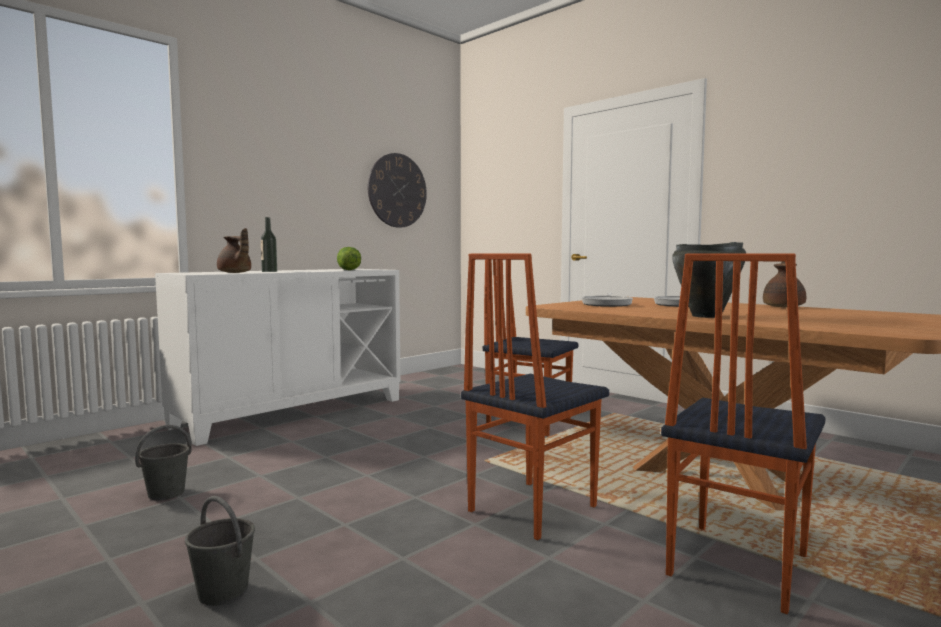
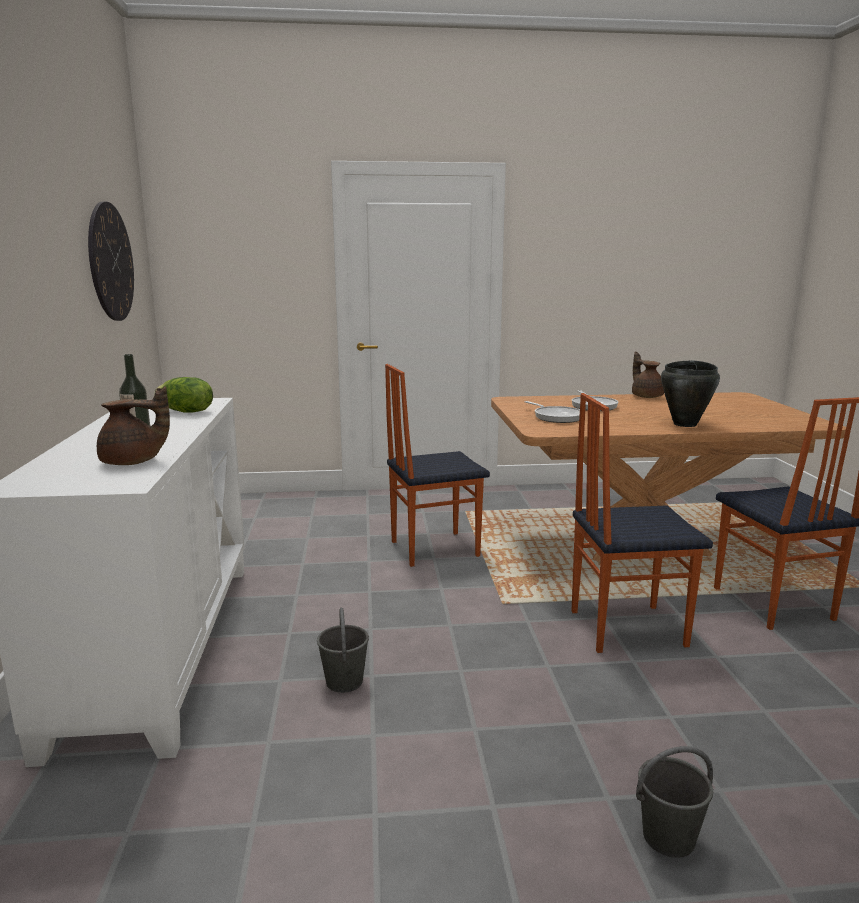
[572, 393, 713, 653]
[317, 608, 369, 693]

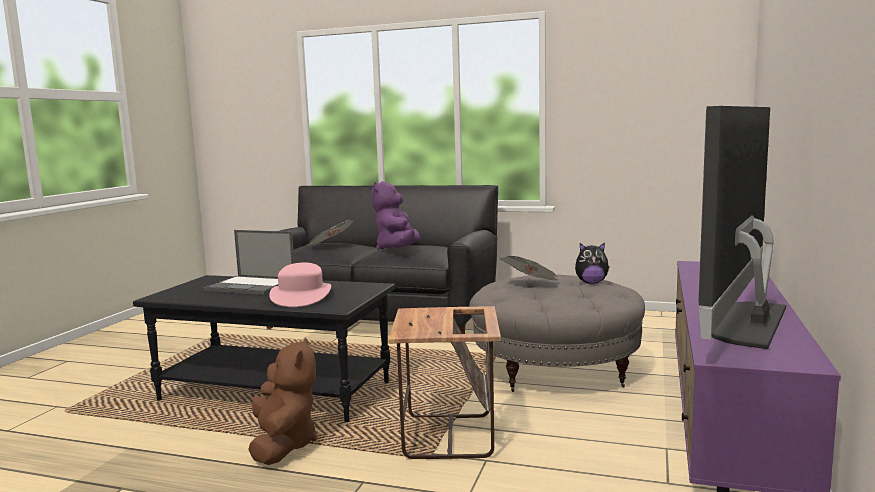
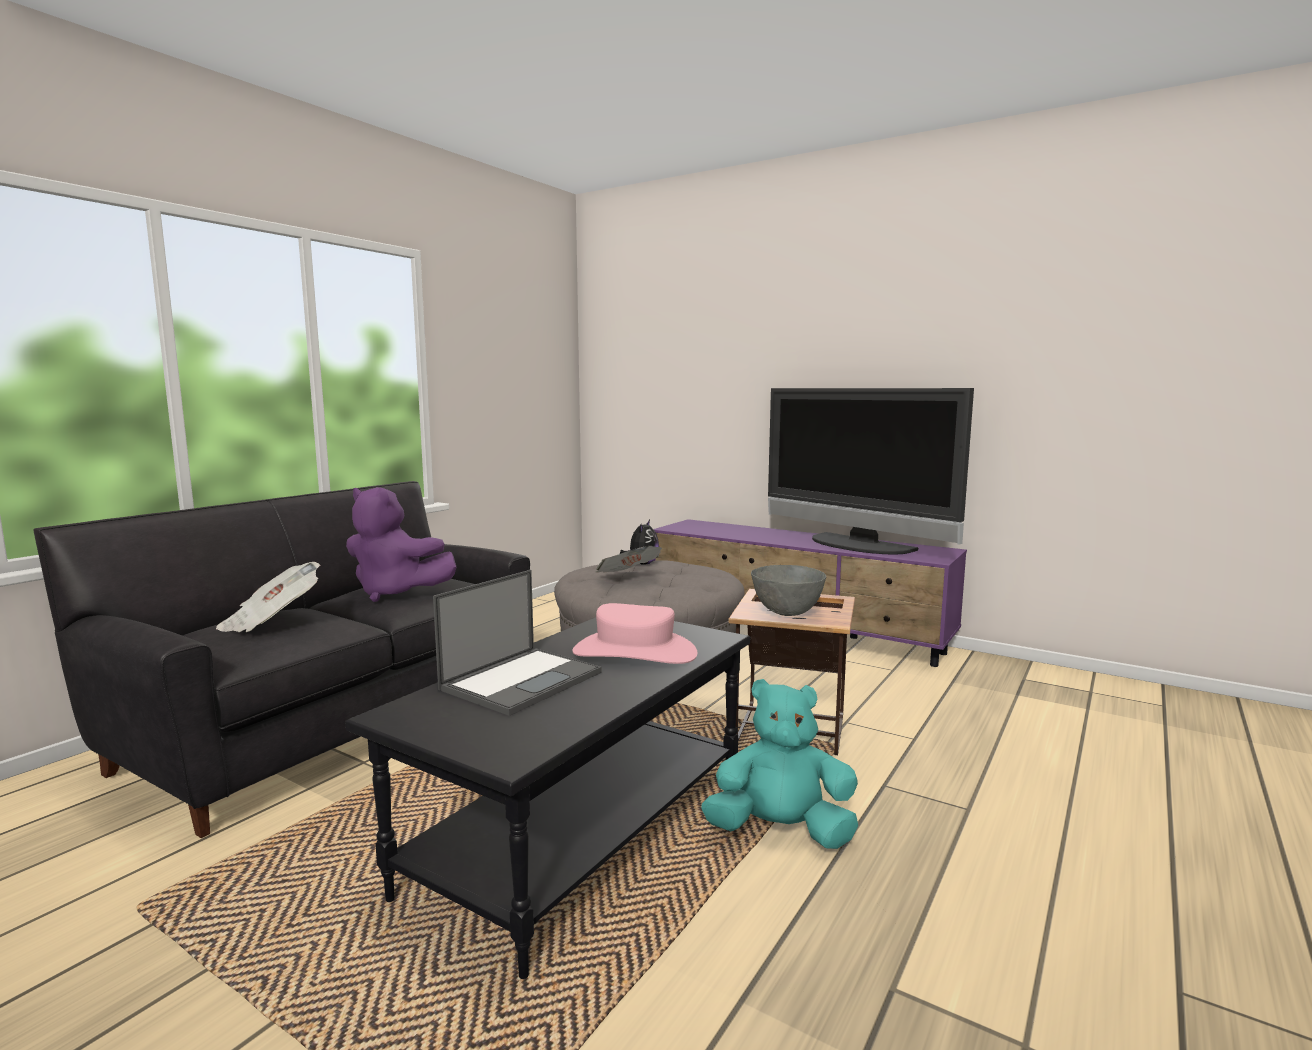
[701, 679, 858, 849]
[751, 565, 826, 616]

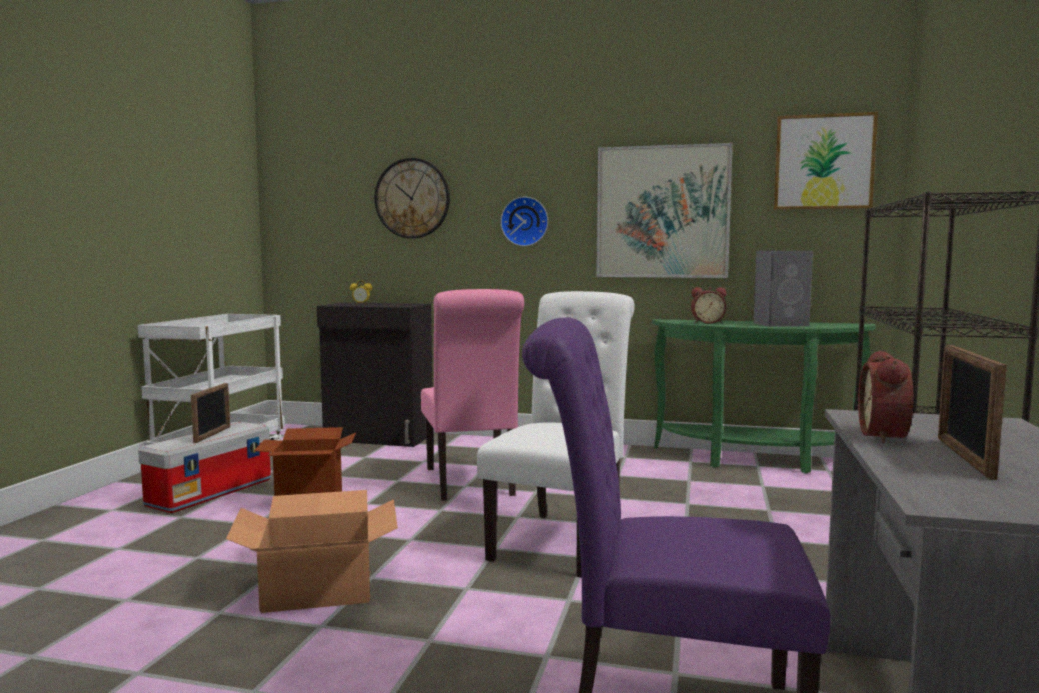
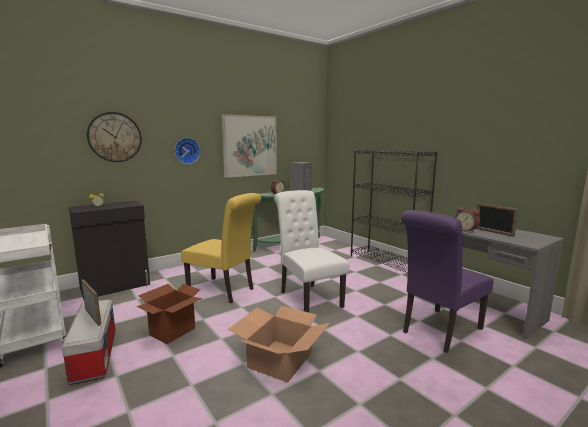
[773, 112, 878, 210] (first image)
[181, 193, 261, 303]

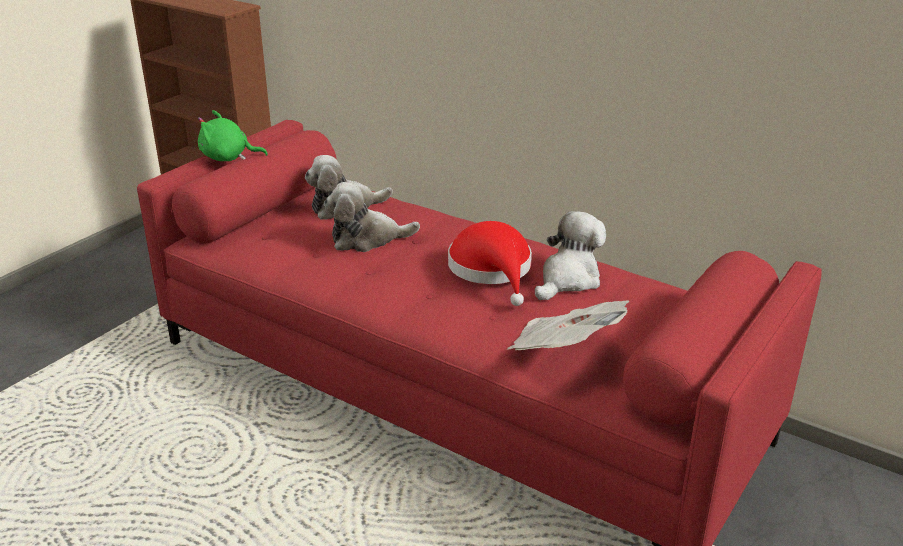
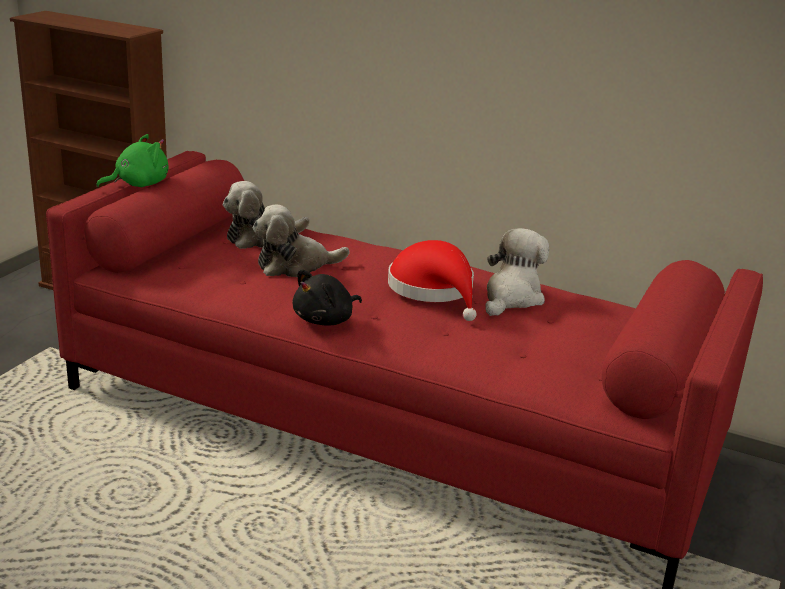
[96, 134, 169, 187]
[506, 300, 629, 350] (first image)
[292, 269, 362, 326]

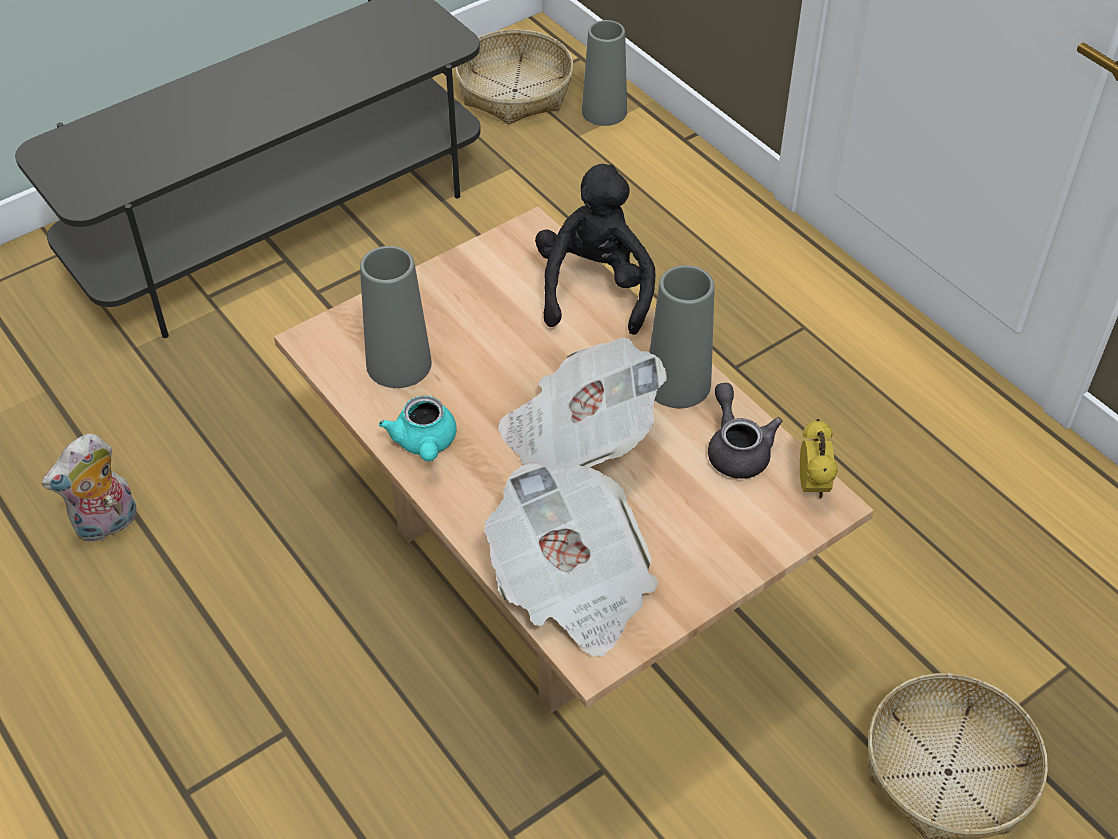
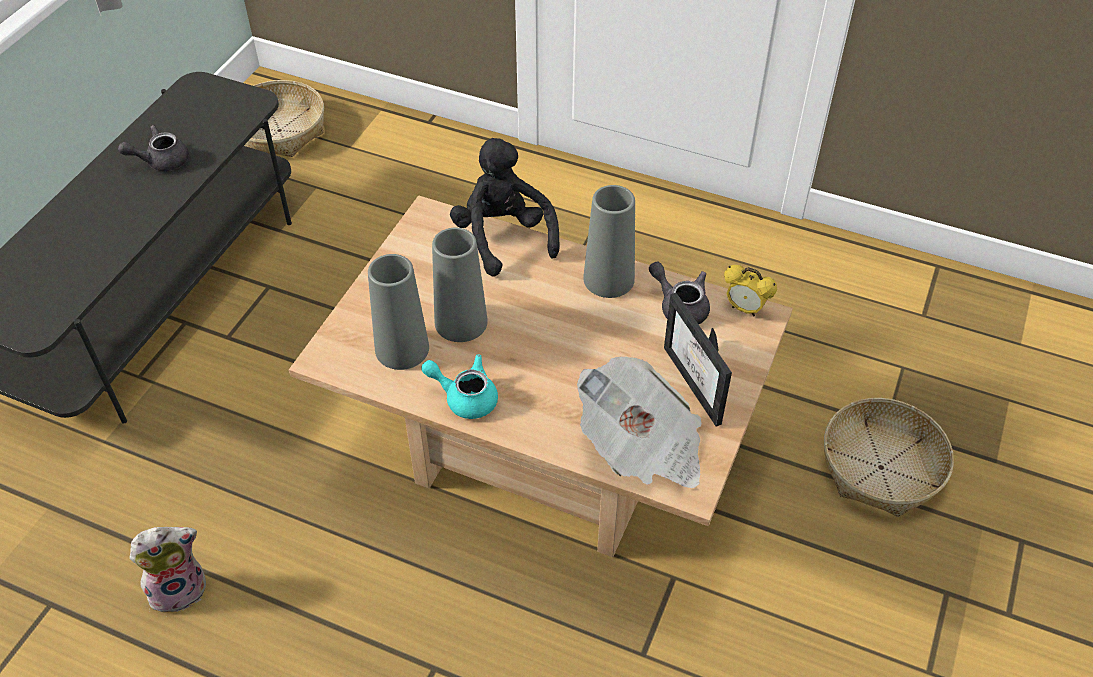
[432, 228, 488, 342]
[498, 338, 667, 469] (first image)
[421, 354, 498, 419]
[724, 265, 777, 317]
[129, 527, 206, 615]
[118, 125, 189, 171]
[664, 293, 732, 426]

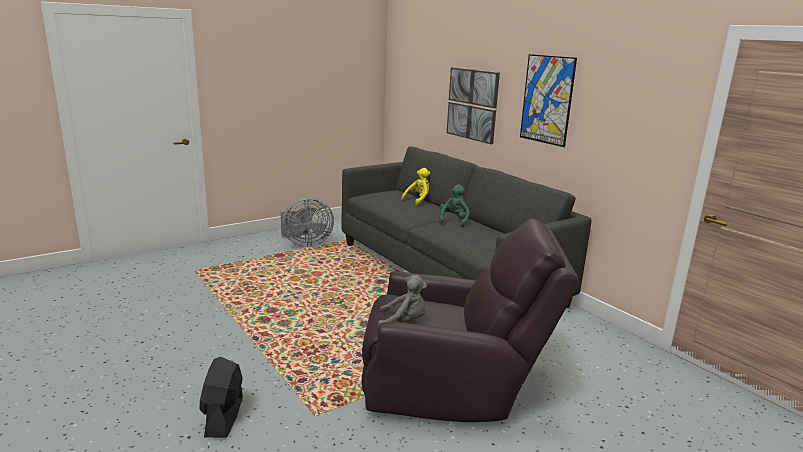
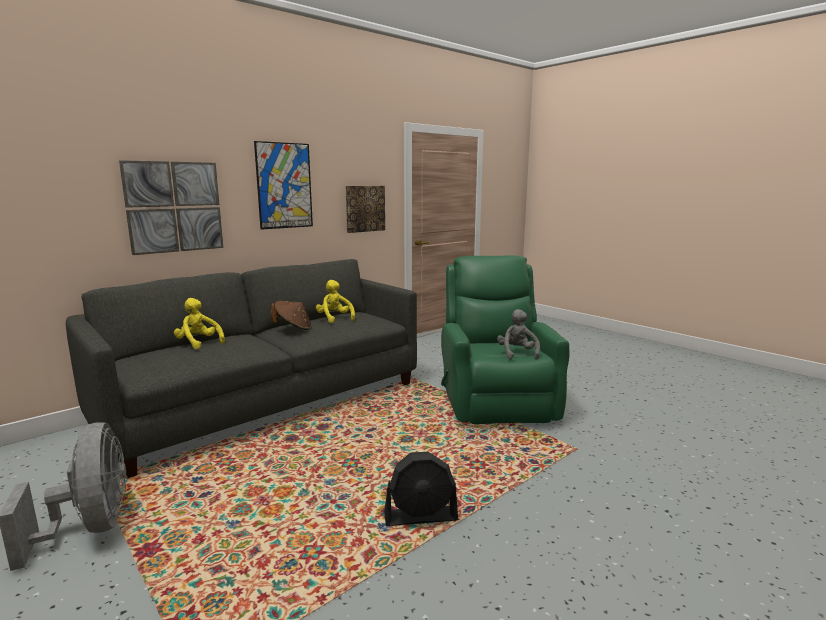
[271, 301, 312, 330]
[441, 256, 570, 424]
[384, 452, 458, 526]
[345, 186, 385, 233]
[316, 280, 355, 323]

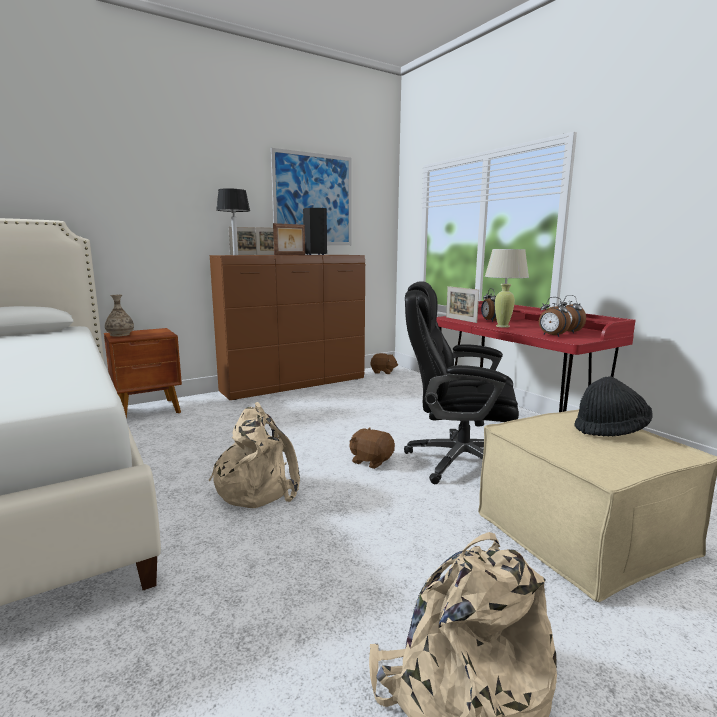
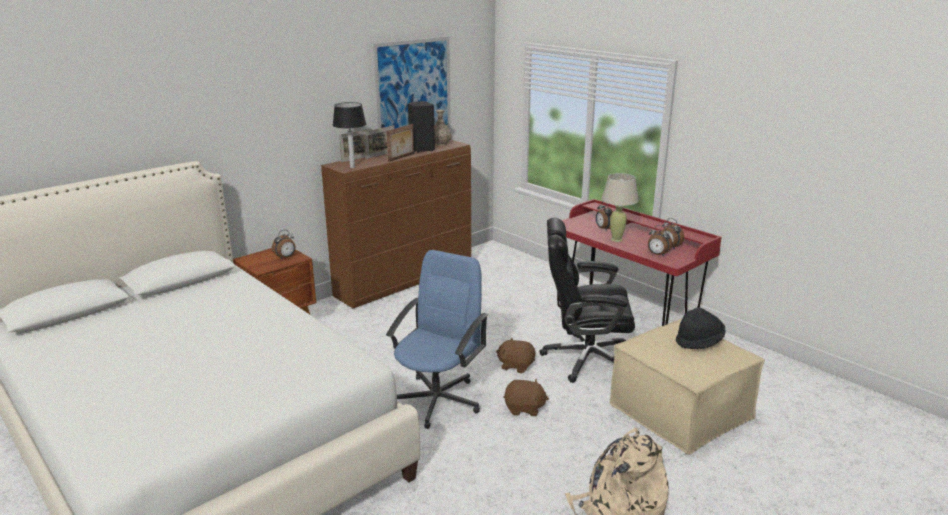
[446, 286, 479, 323] (first image)
[434, 110, 452, 146]
[503, 379, 549, 416]
[386, 250, 488, 429]
[272, 230, 295, 259]

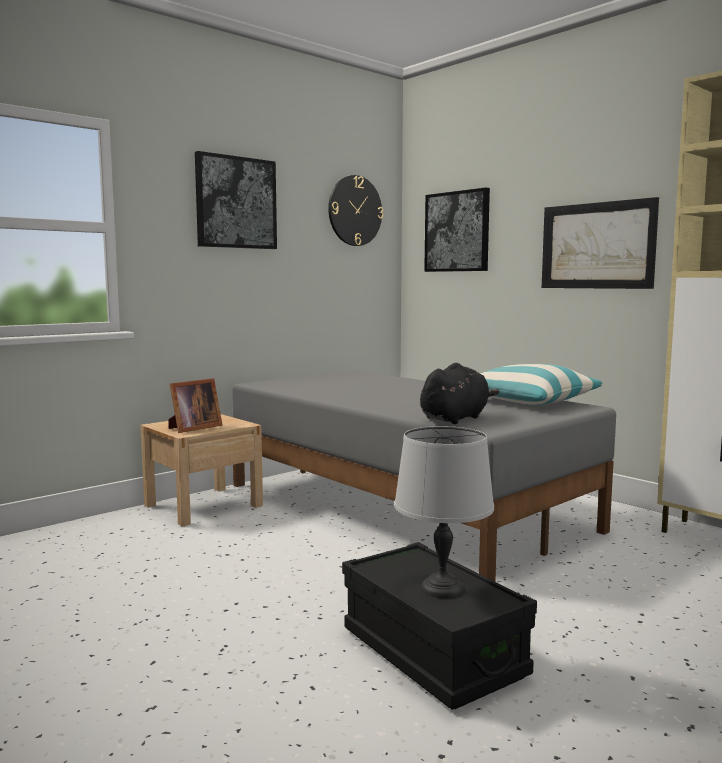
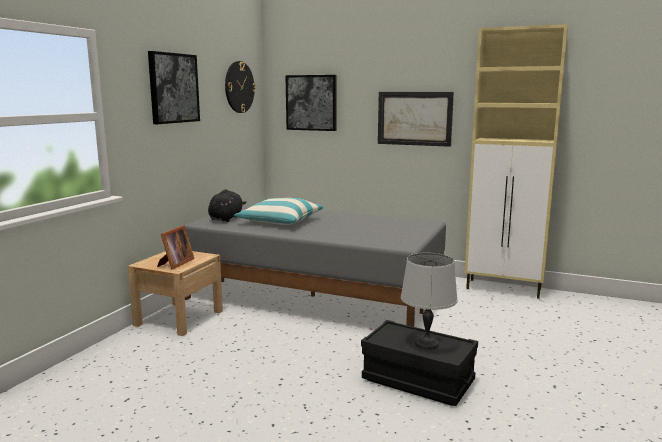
[208, 189, 247, 222]
[234, 198, 323, 225]

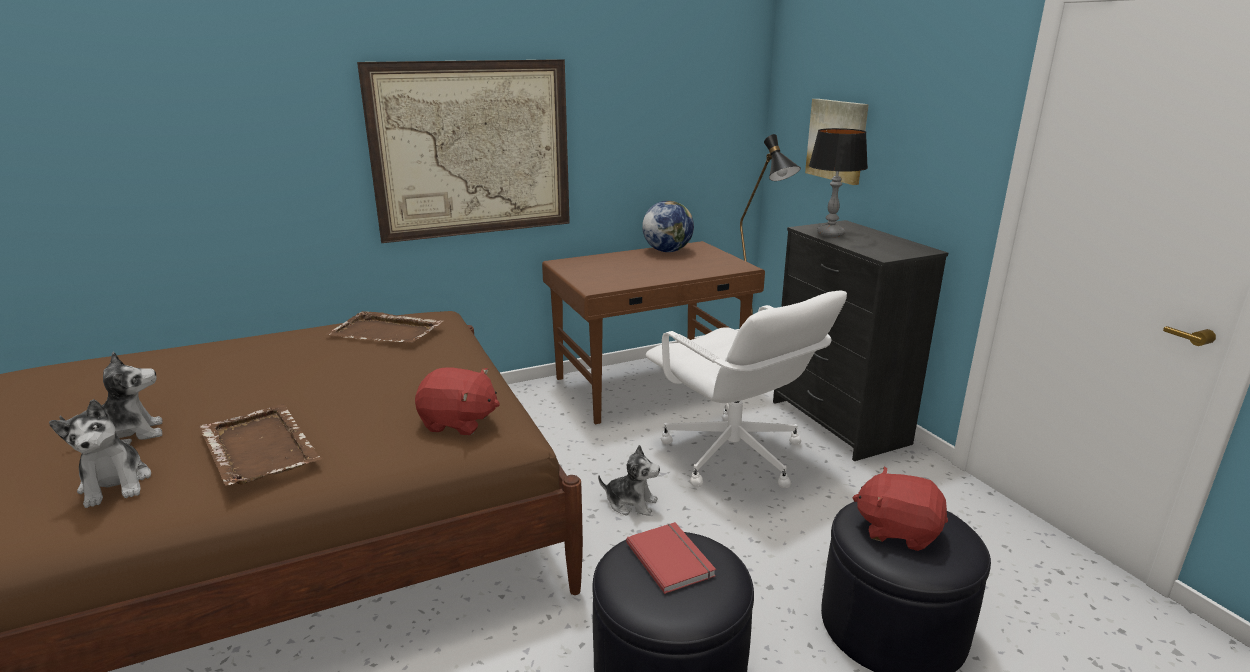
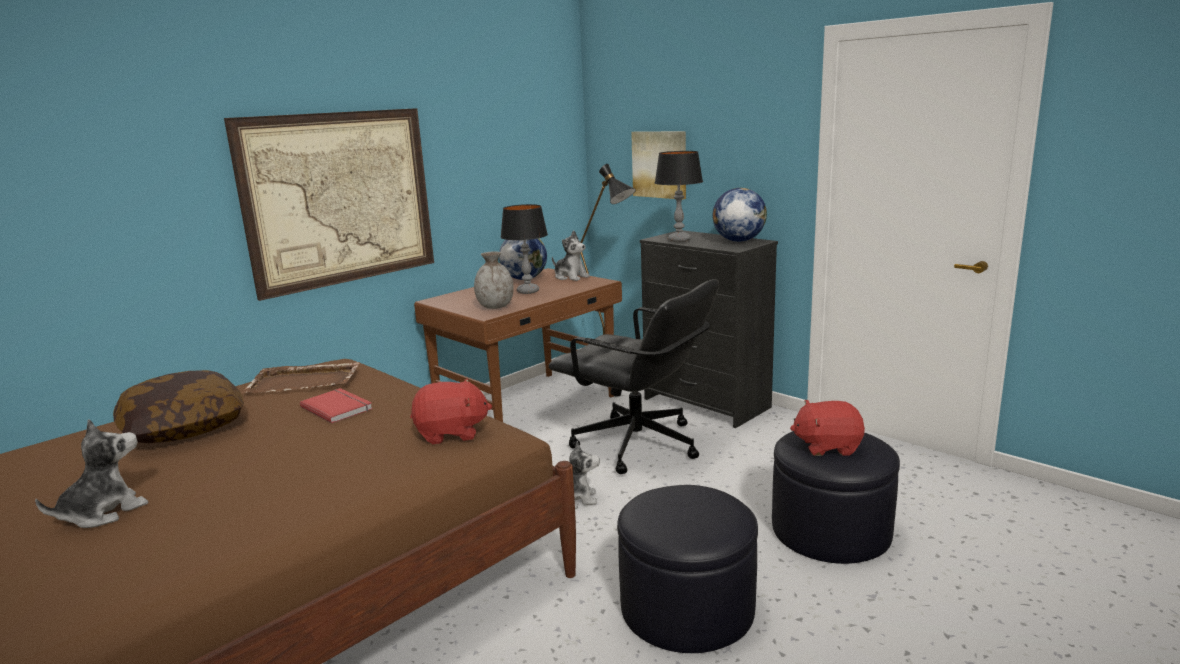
[548, 279, 719, 474]
[552, 231, 590, 281]
[199, 404, 323, 486] (first image)
[300, 388, 373, 423]
[713, 188, 767, 242]
[501, 204, 548, 294]
[474, 251, 514, 309]
[113, 370, 244, 443]

